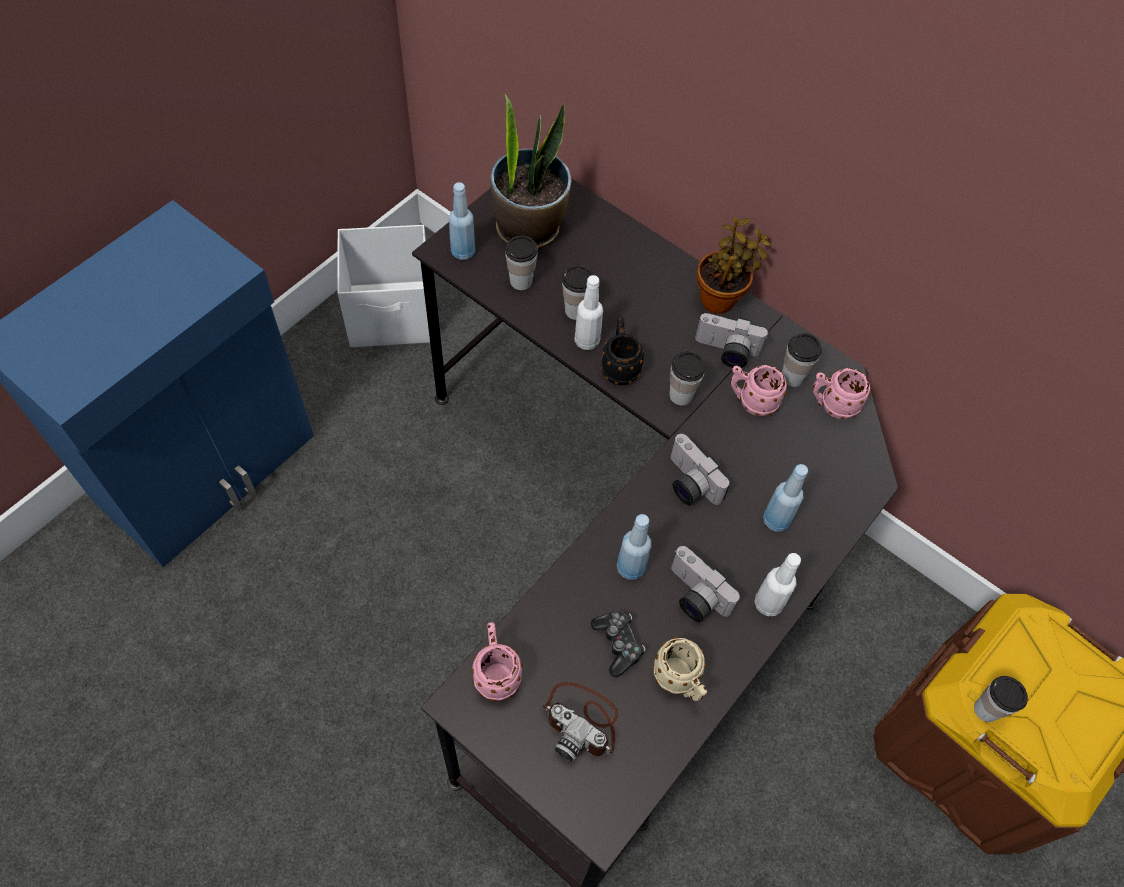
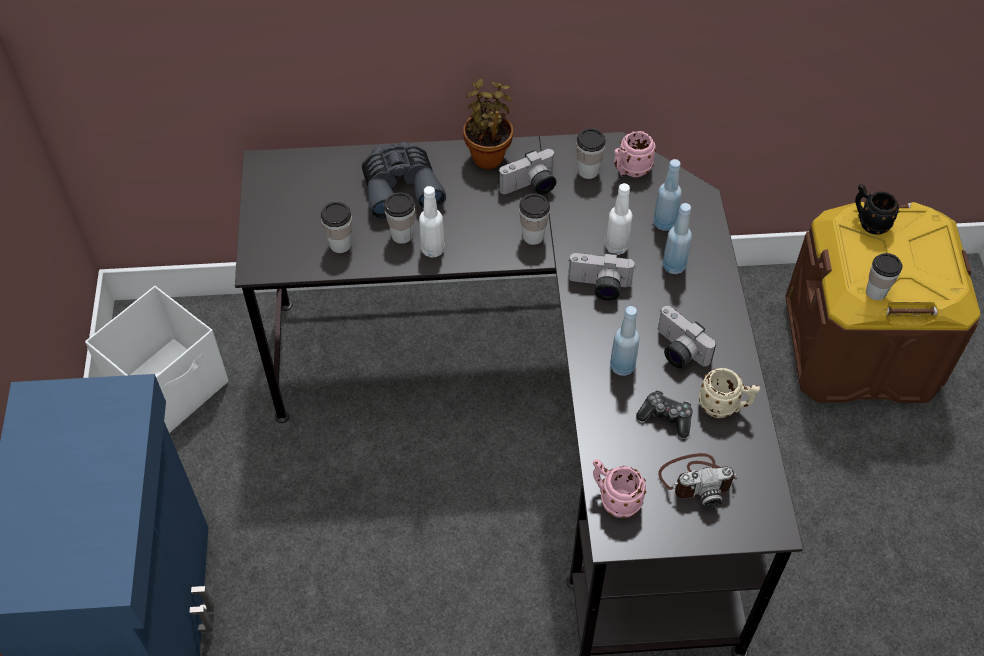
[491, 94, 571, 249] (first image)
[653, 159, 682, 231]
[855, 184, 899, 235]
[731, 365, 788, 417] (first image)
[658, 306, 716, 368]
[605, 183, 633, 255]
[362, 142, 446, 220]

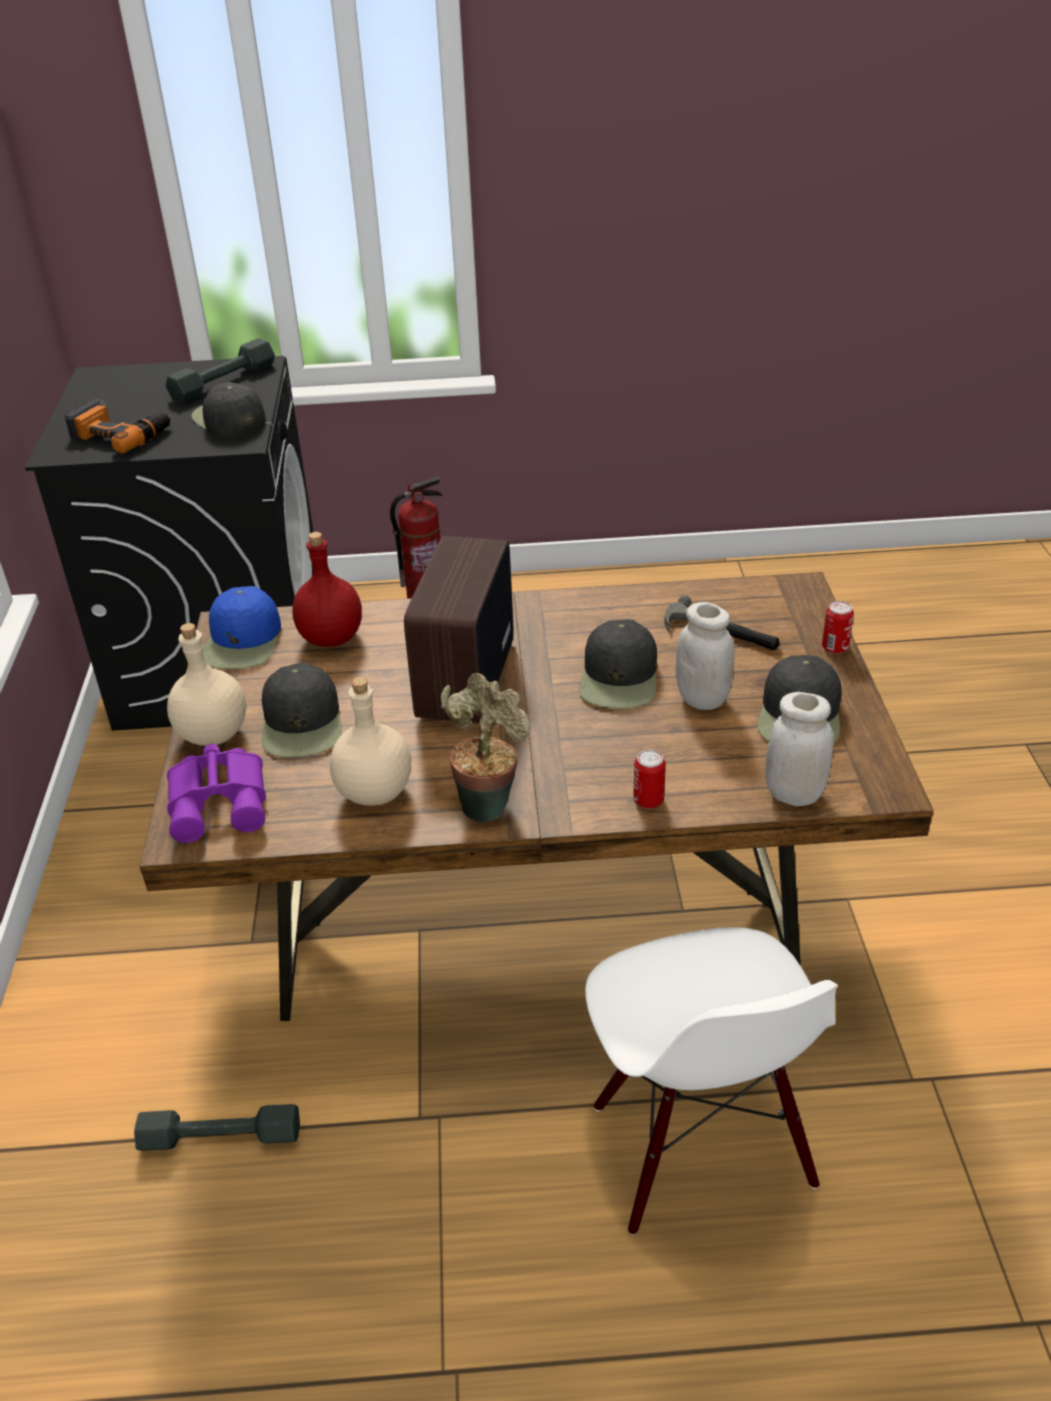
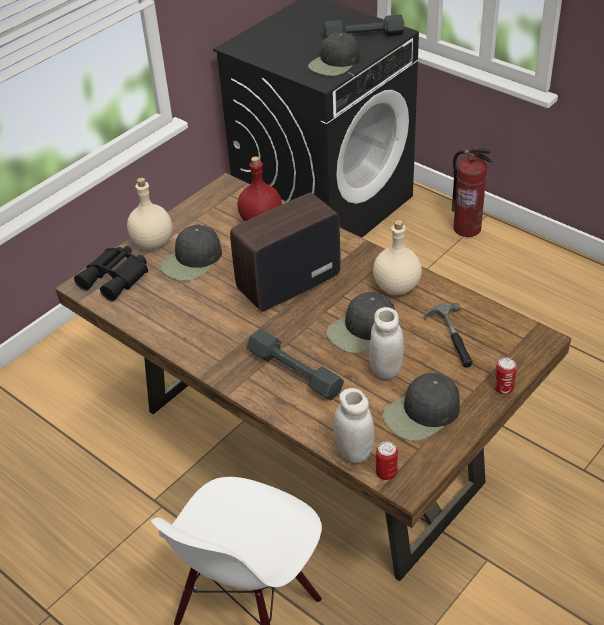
[308, 32, 360, 76]
[64, 399, 170, 454] (first image)
[203, 586, 281, 669] (first image)
[440, 673, 530, 822] (first image)
[373, 220, 422, 295]
[74, 246, 148, 302]
[376, 441, 398, 480]
[247, 329, 344, 401]

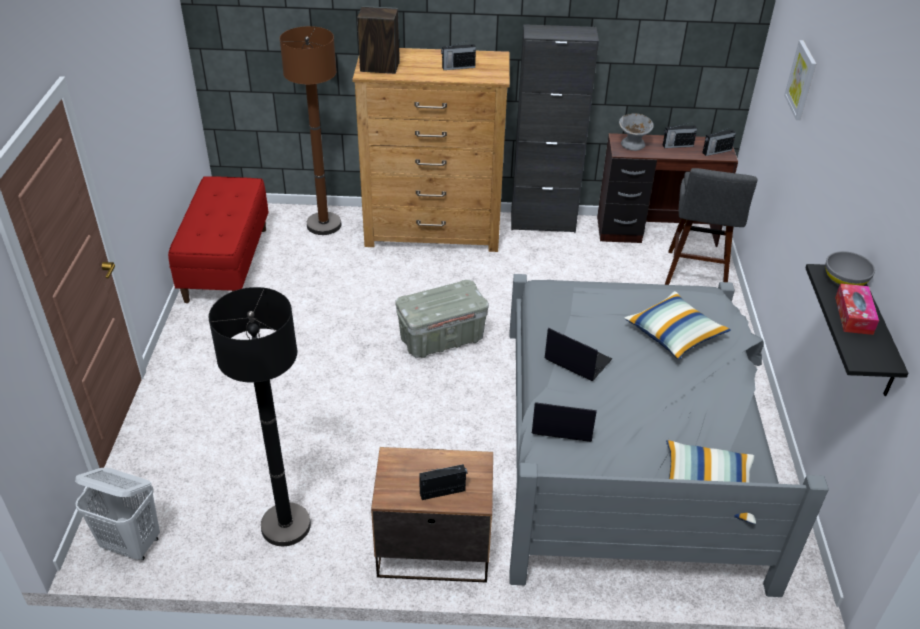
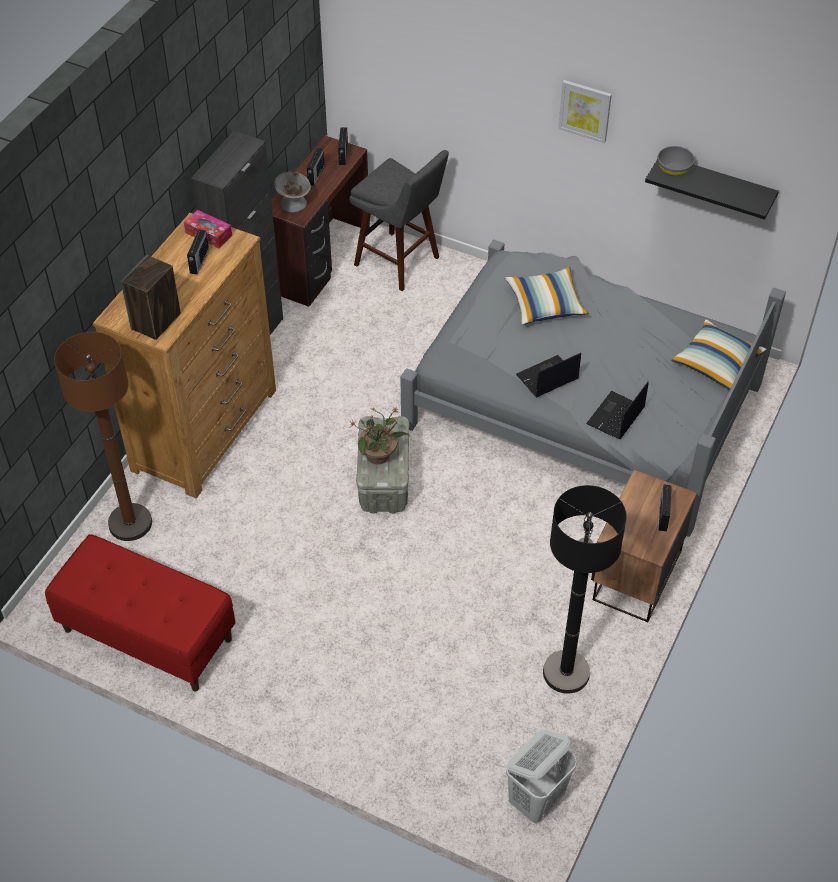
[558, 80, 612, 143]
[184, 210, 232, 248]
[351, 407, 408, 465]

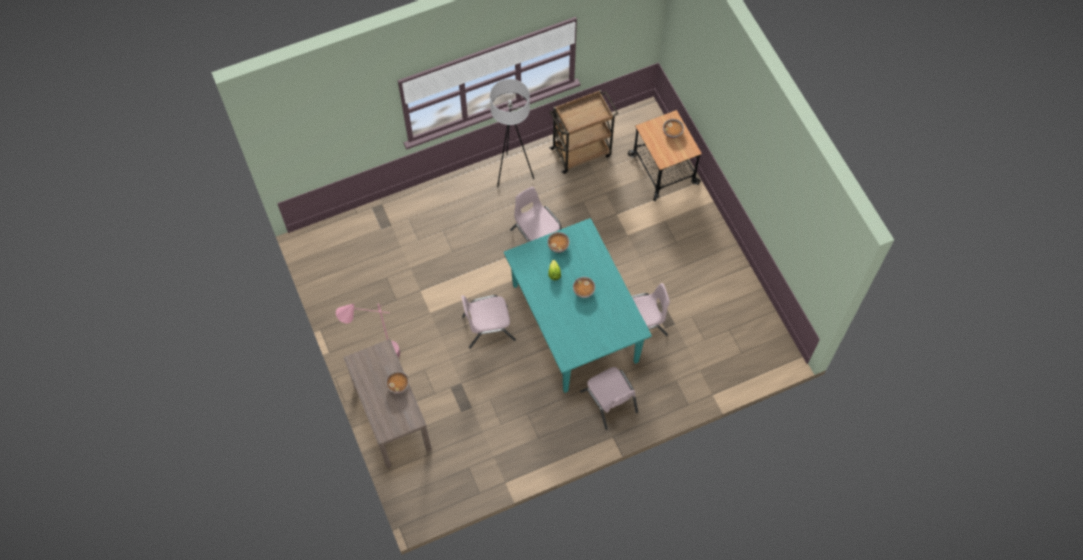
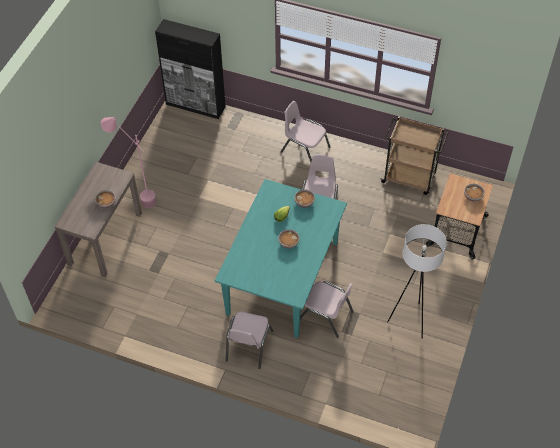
[387, 224, 447, 339]
[280, 101, 330, 162]
[155, 19, 226, 119]

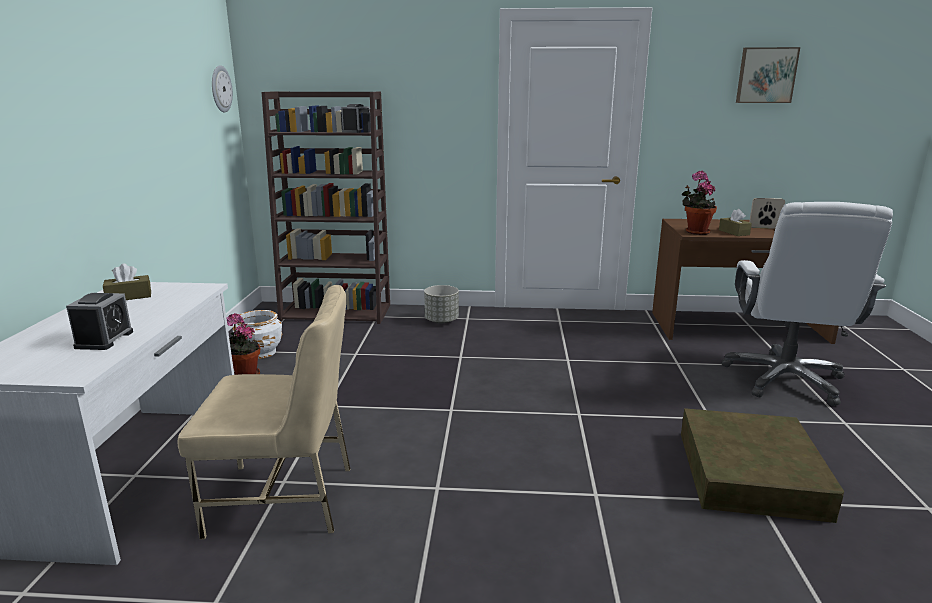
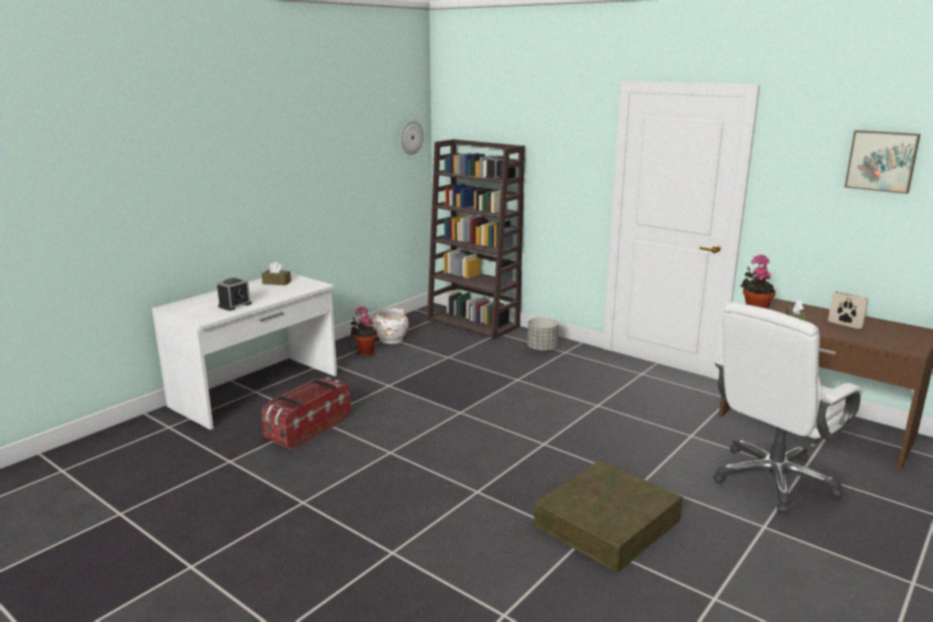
[262, 377, 351, 450]

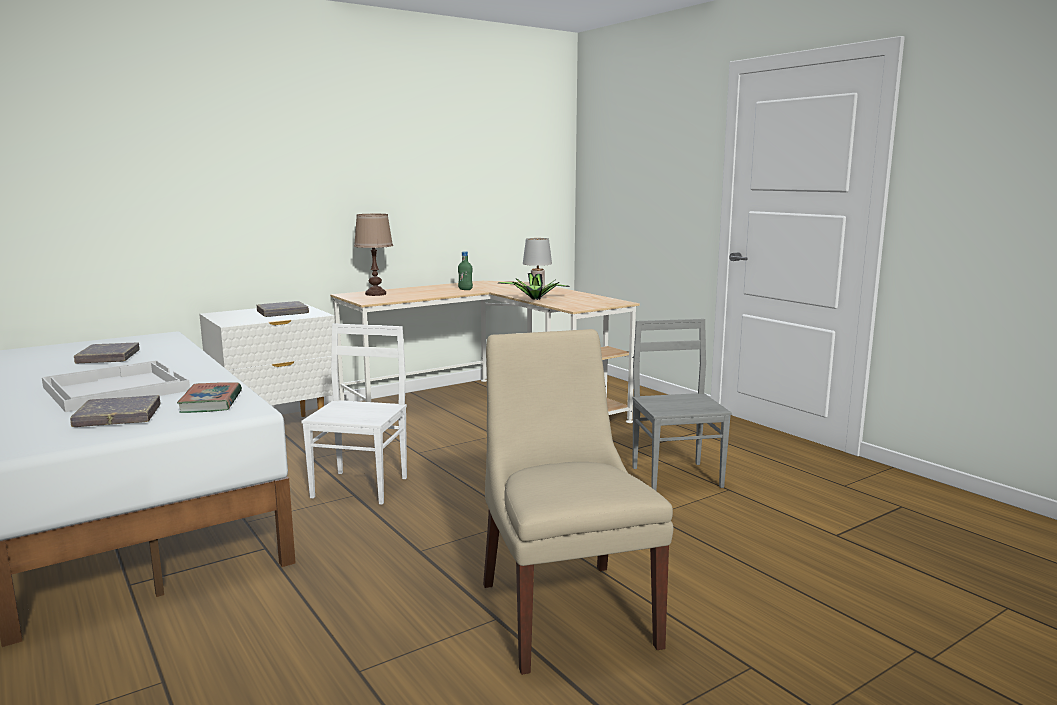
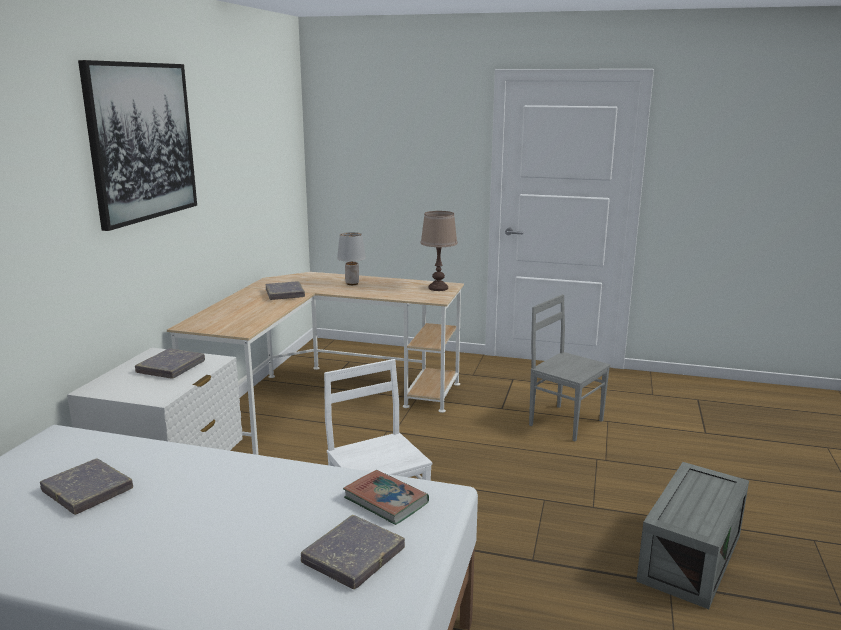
[421, 211, 458, 291]
[266, 281, 305, 300]
[498, 273, 570, 300] (first image)
[636, 462, 749, 609]
[42, 360, 190, 412] (first image)
[78, 60, 197, 231]

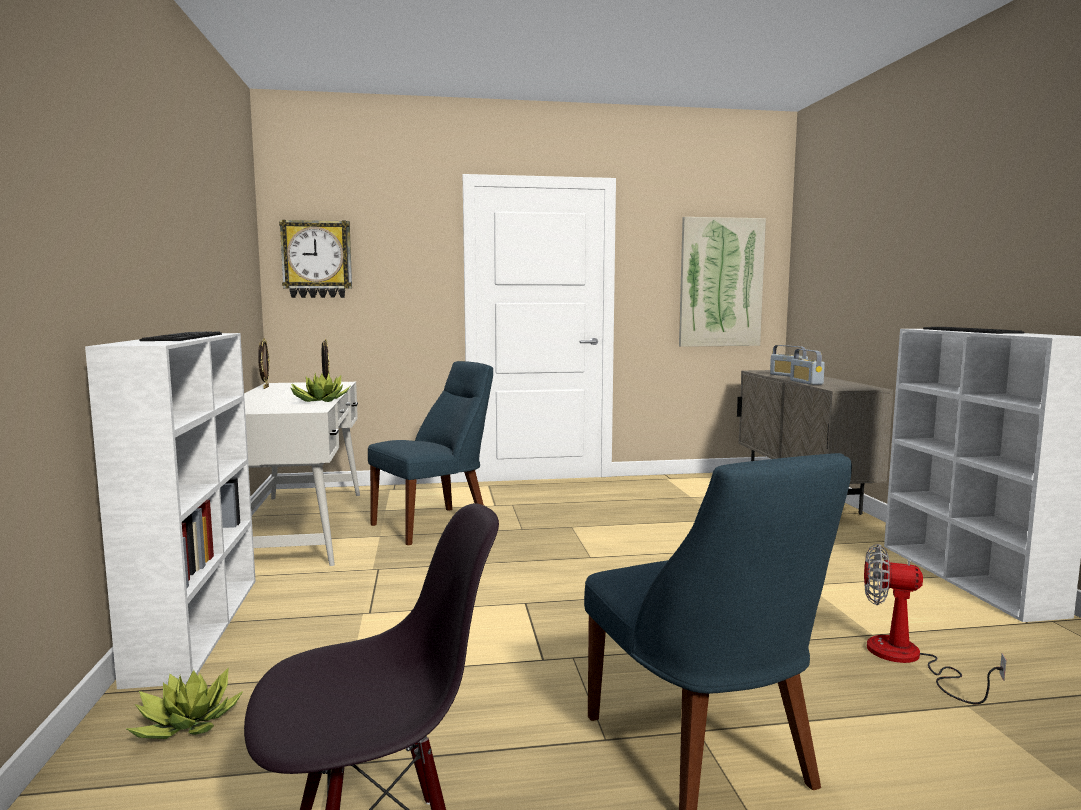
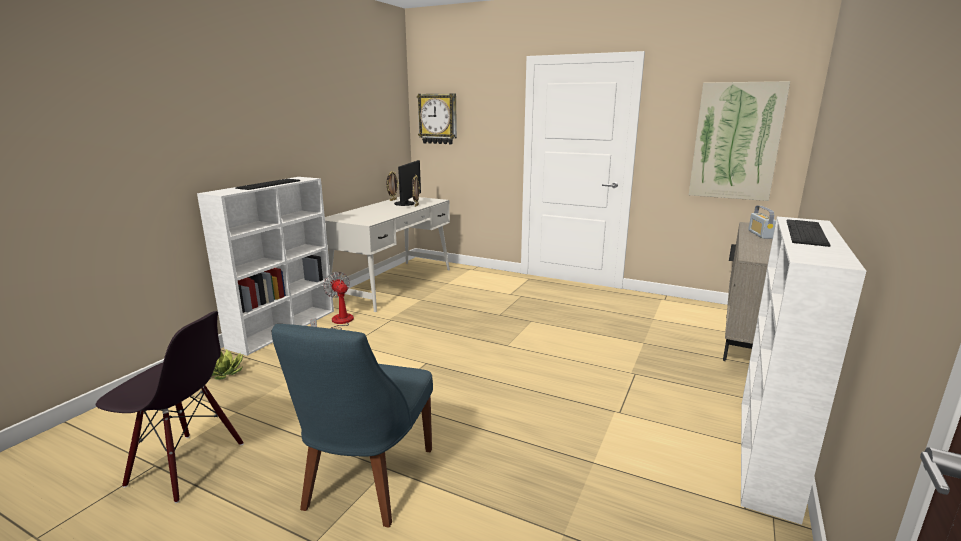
[790, 349, 825, 385] (first image)
[368, 361, 493, 545] (first image)
[290, 372, 350, 402] (first image)
[310, 272, 354, 330]
[394, 160, 421, 206]

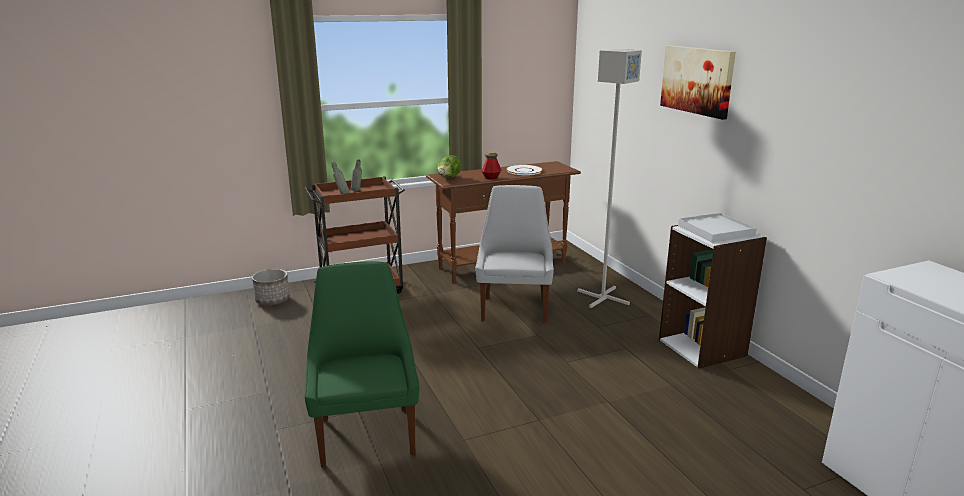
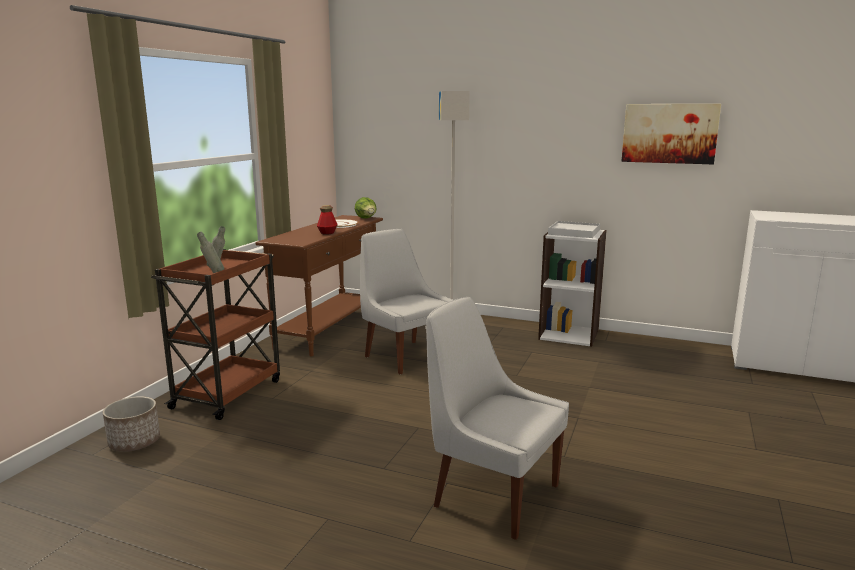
[621, 104, 721, 164]
[355, 197, 377, 218]
[426, 297, 569, 540]

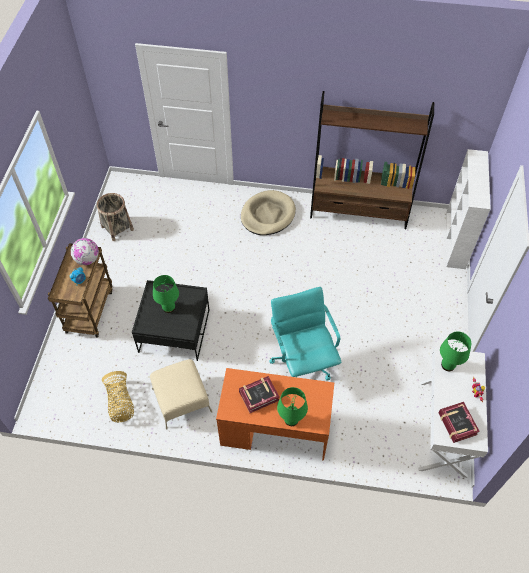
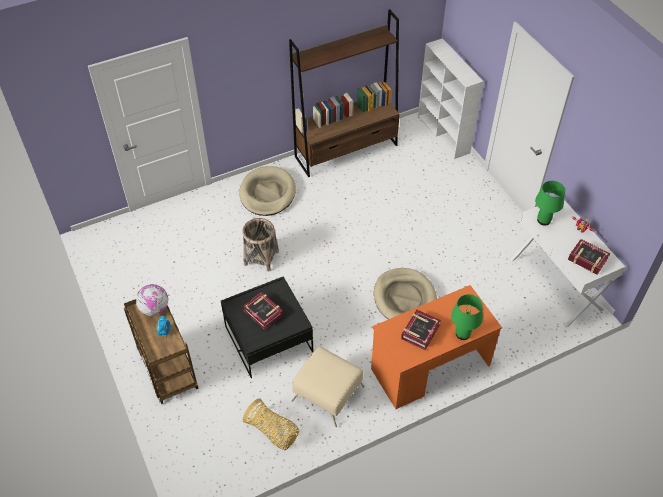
[243, 218, 279, 272]
[243, 292, 283, 330]
[374, 268, 437, 319]

